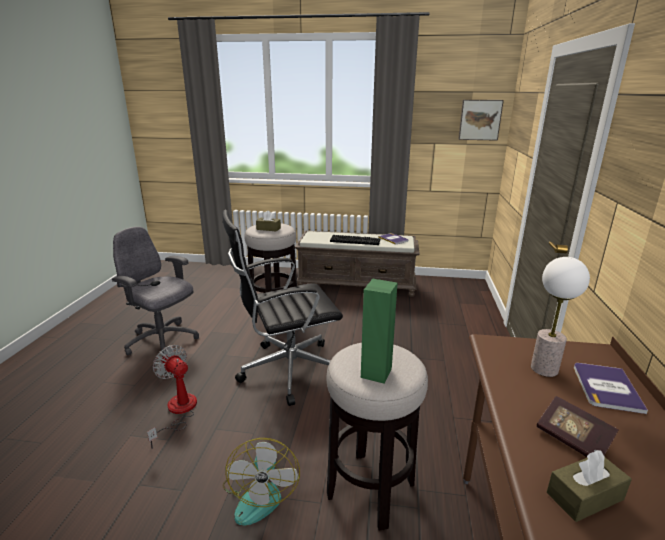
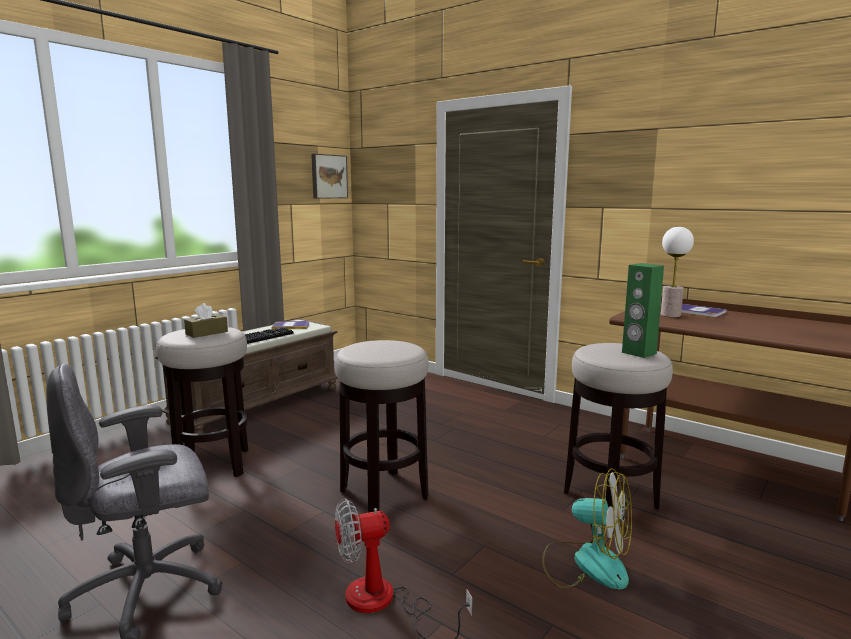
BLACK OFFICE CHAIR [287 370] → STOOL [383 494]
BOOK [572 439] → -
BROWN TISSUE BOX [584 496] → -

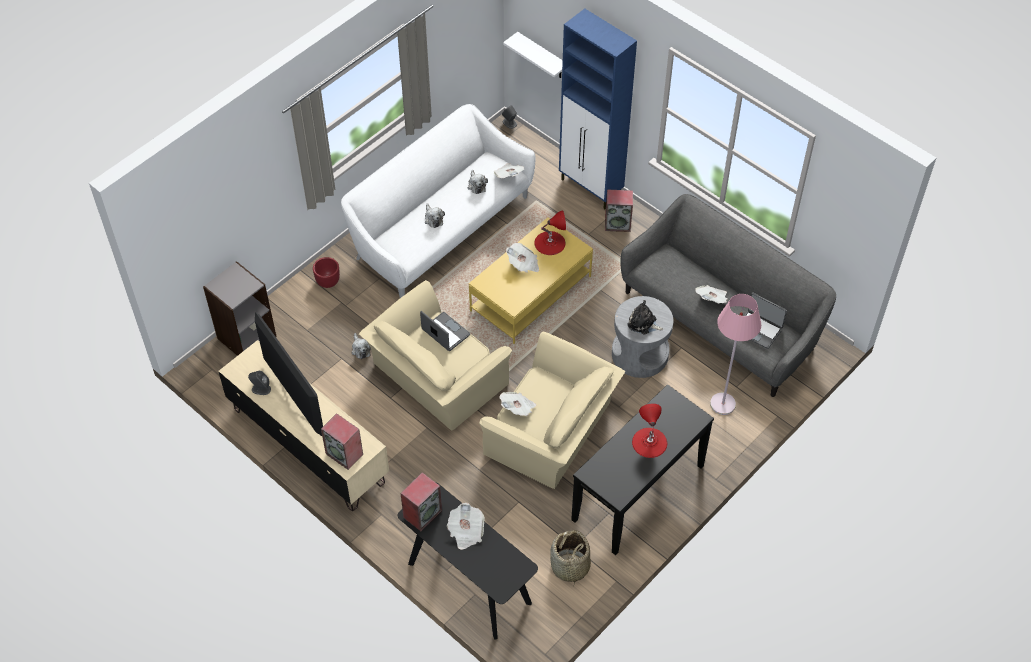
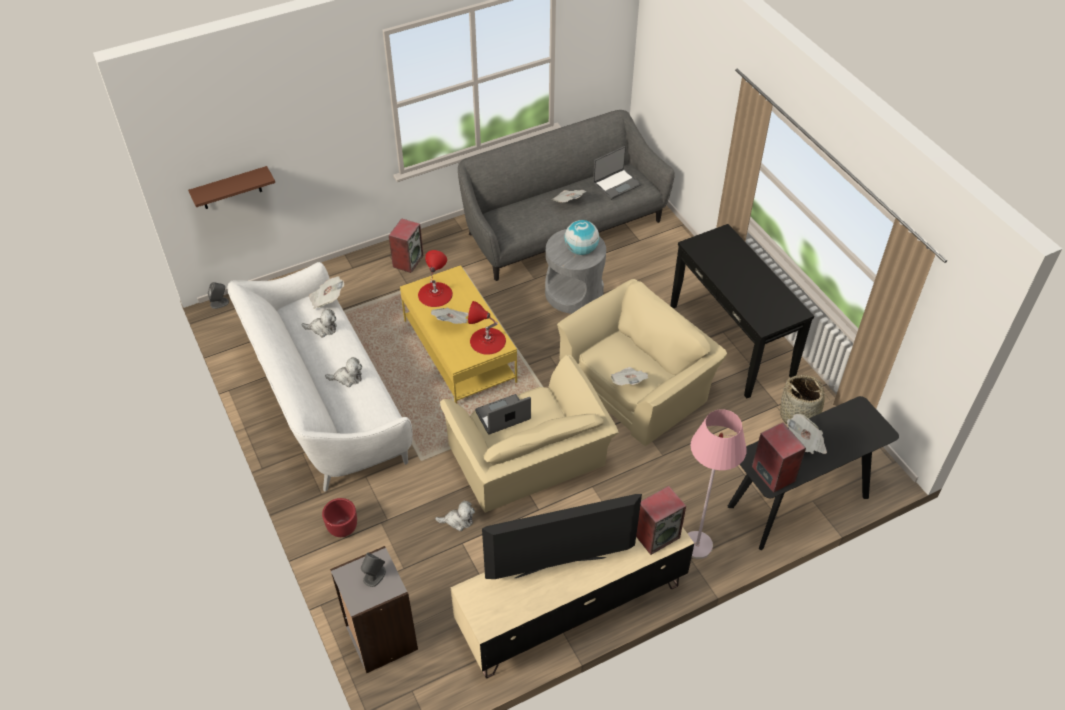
WHITE SHELF [542 56] → BROWN SHELF [231 188]
GREY SPEAKER [261 389] → GREY SPEAKER [374 576], relocated
RED TABLE LAMP [649 442] → RED TABLE LAMP [487 341], relocated
PLUSH TOY [643 323] → GLOBE [581 250]
PINK FLOOR LAMP [722 404] → PINK FLOOR LAMP [697 545], relocated
BLUE CABINET [591 188] → -

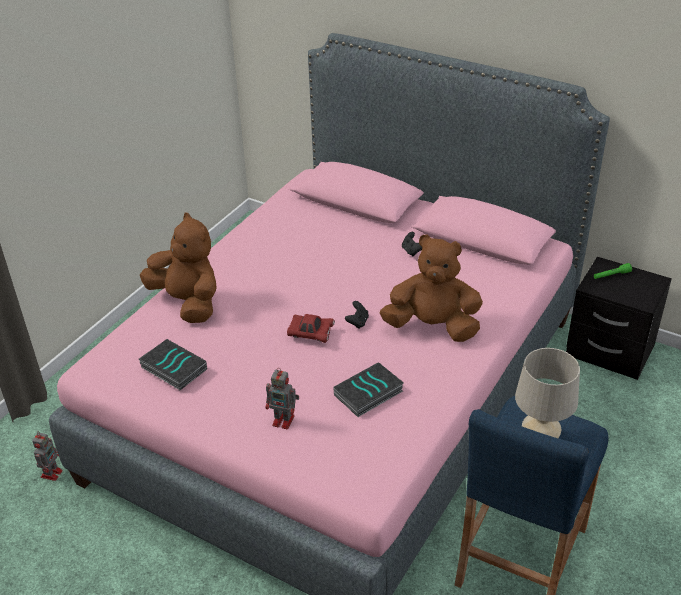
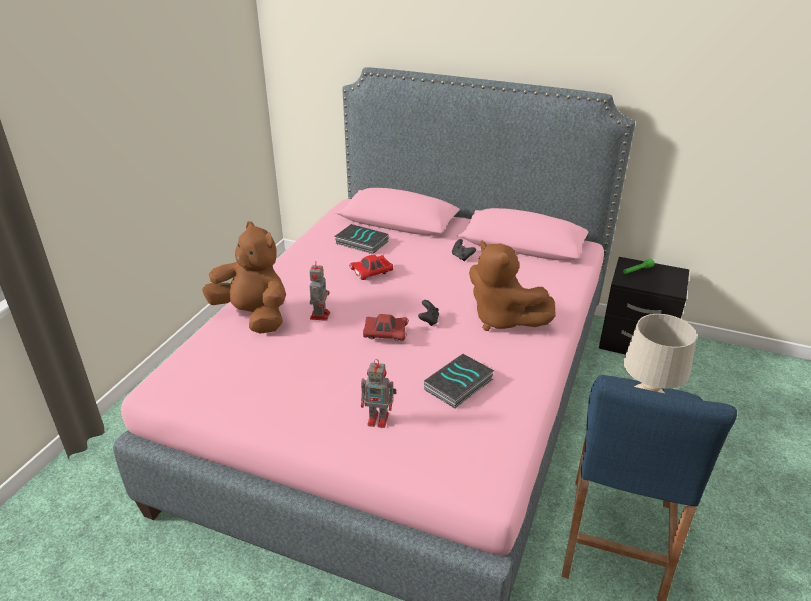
TOY ROBOT [52 473] → TOY ROBOT [320 315], relocated
BOOK [172 368] → BOOK [361 243], relocated
- → RED TOY CAR [371 273]
BROWN PLUSH TOY [432 327] → BROWN PLUSH TOY [502 319], 135 degrees counterclockwise

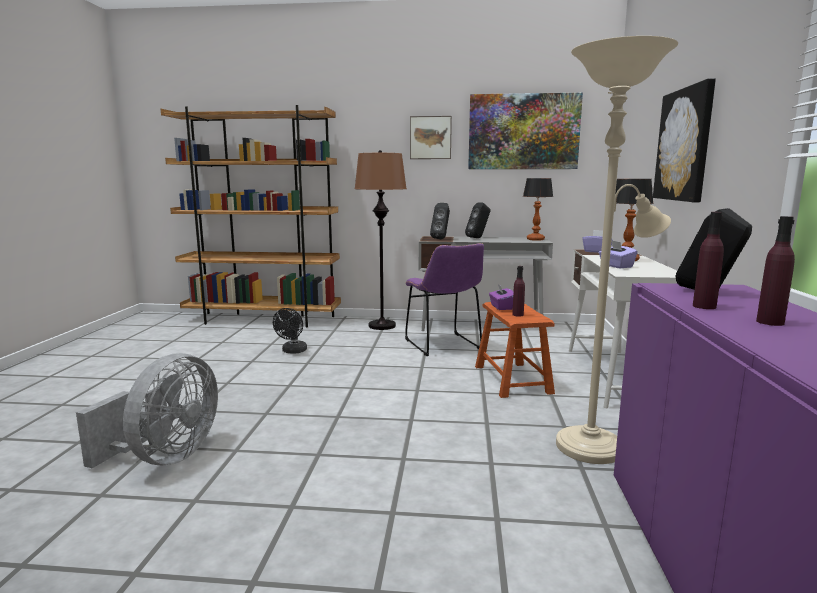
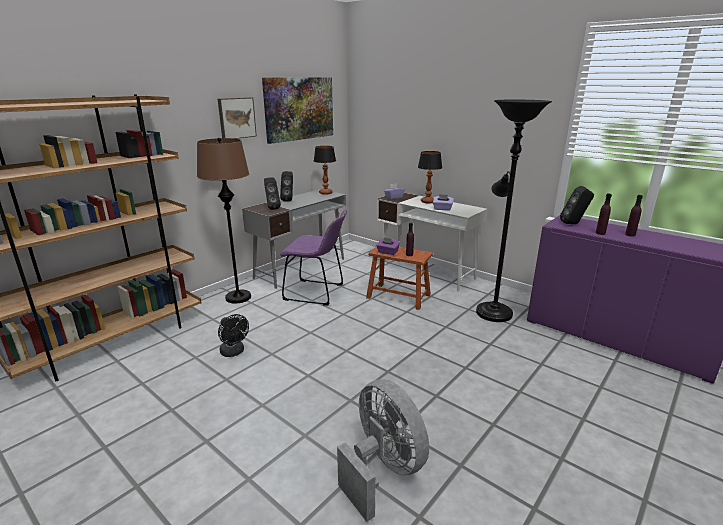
BEIGE FLOOR LAMP [595 444] → BLACK FLOOR LAMP [492 310]
PICTURE [684 145] → -

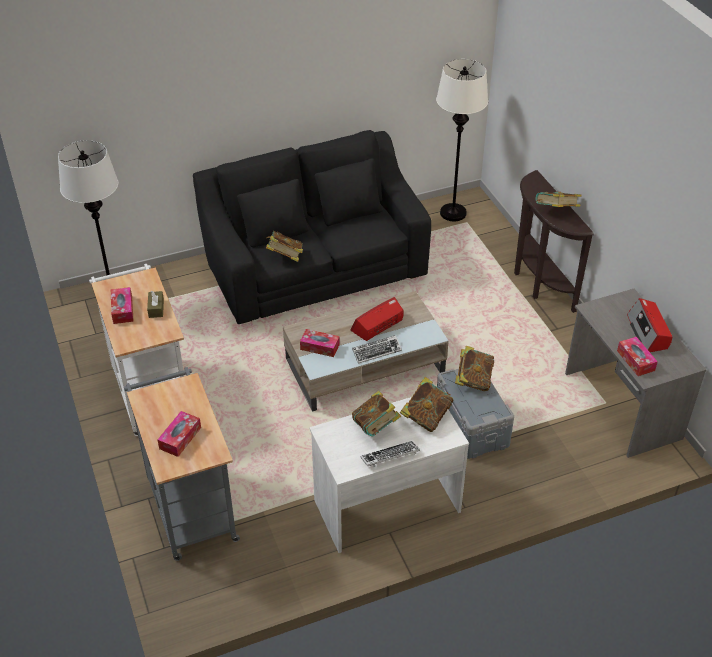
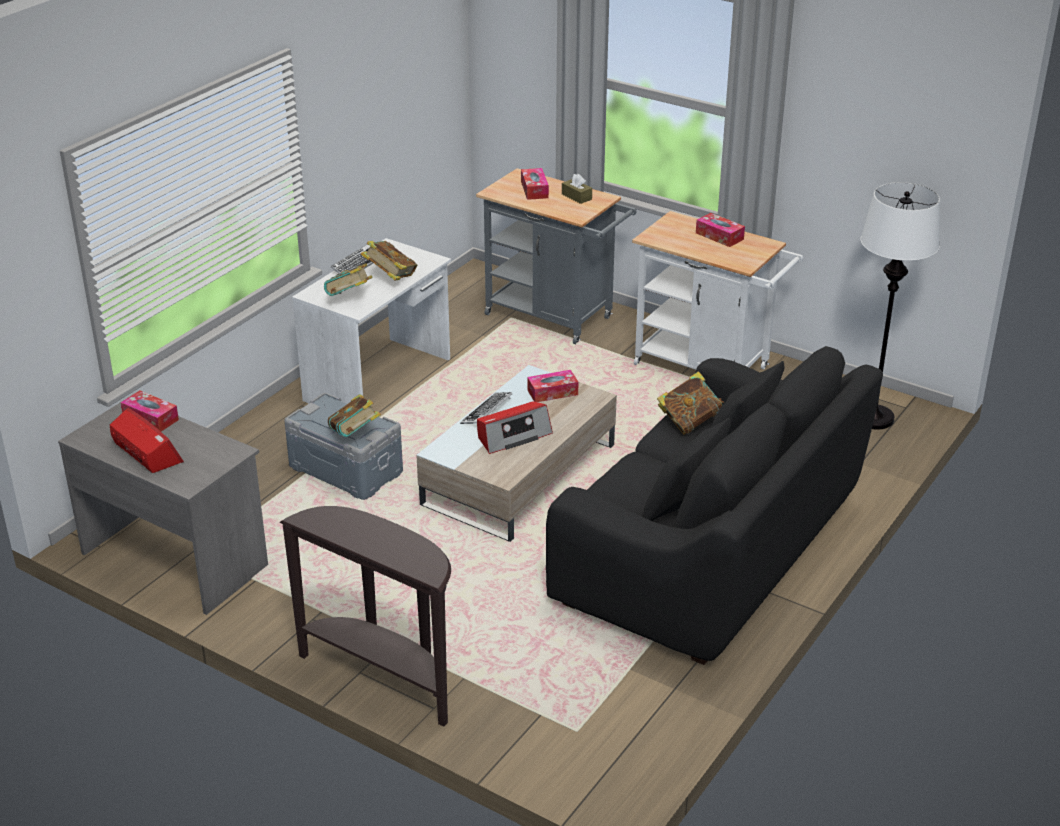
RADIO [377 325] → RADIO [513 436], 45 degrees clockwise
BROWN TISSUE BOX [156 308] → BROWN TISSUE BOX [576 197], relocated
WHITE FLOOR LAMP [453 213] → -
BOOK [555 212] → -

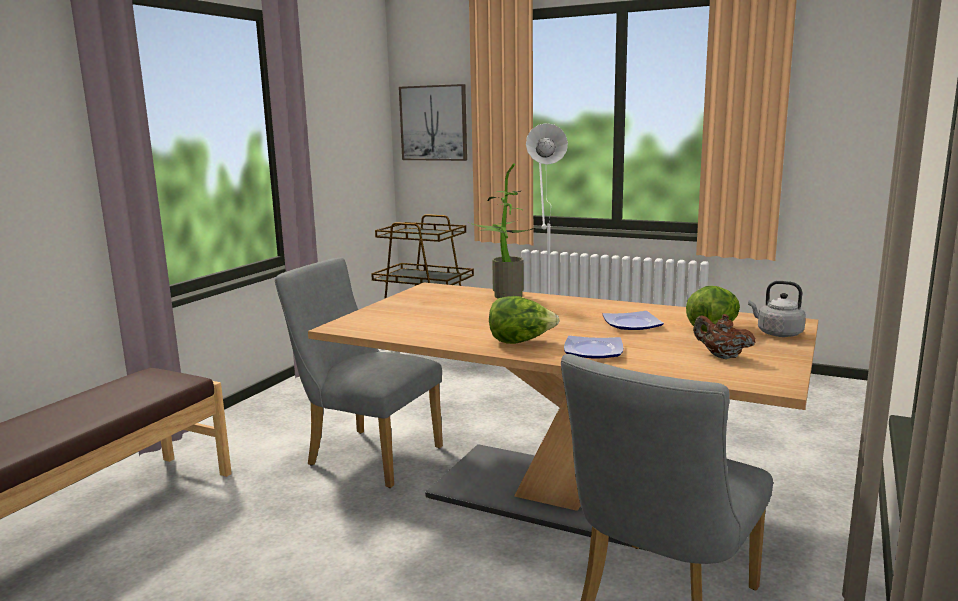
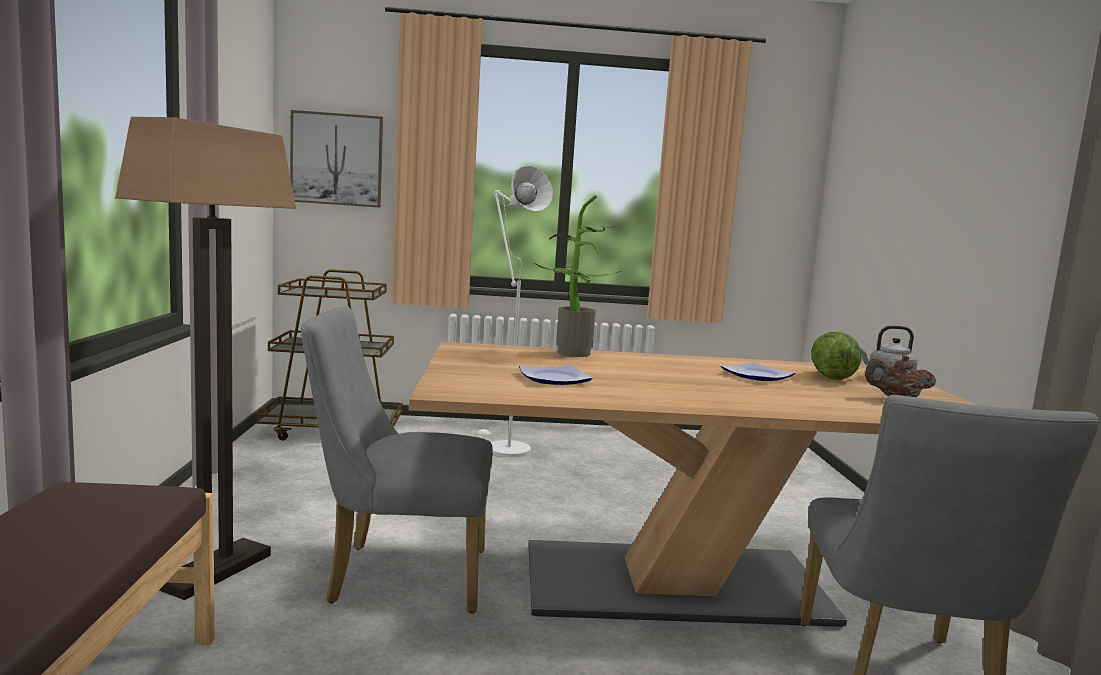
- → FLOOR LAMP [216 570]
PLATE [592 351] → PLATE [552 379], relocated
LETTUCE [521 342] → -

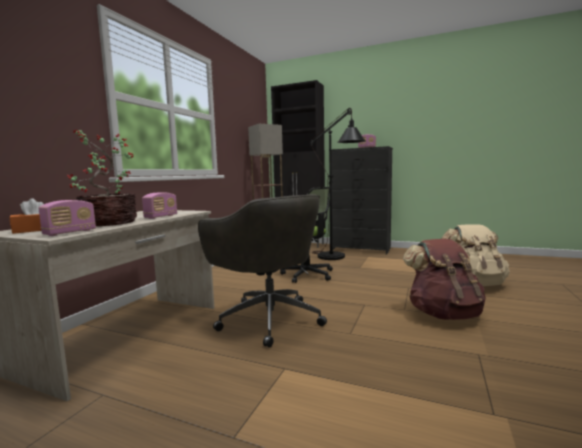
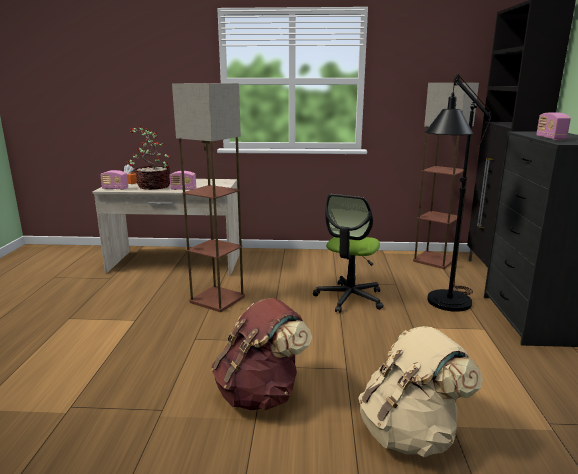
GREY OFFICE CHAIR [268 318] → FLOOR LAMP [216 299]

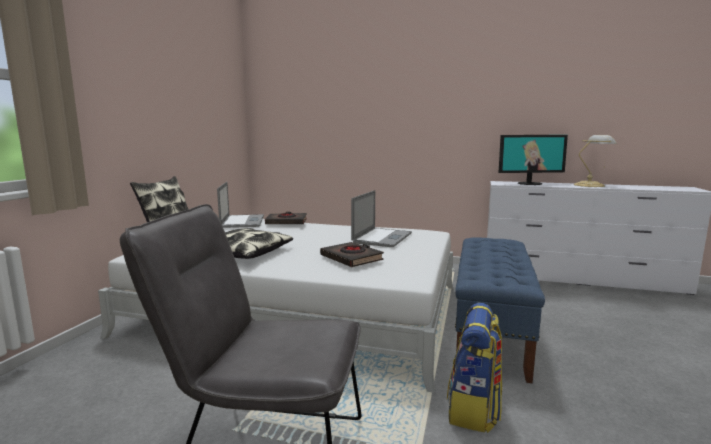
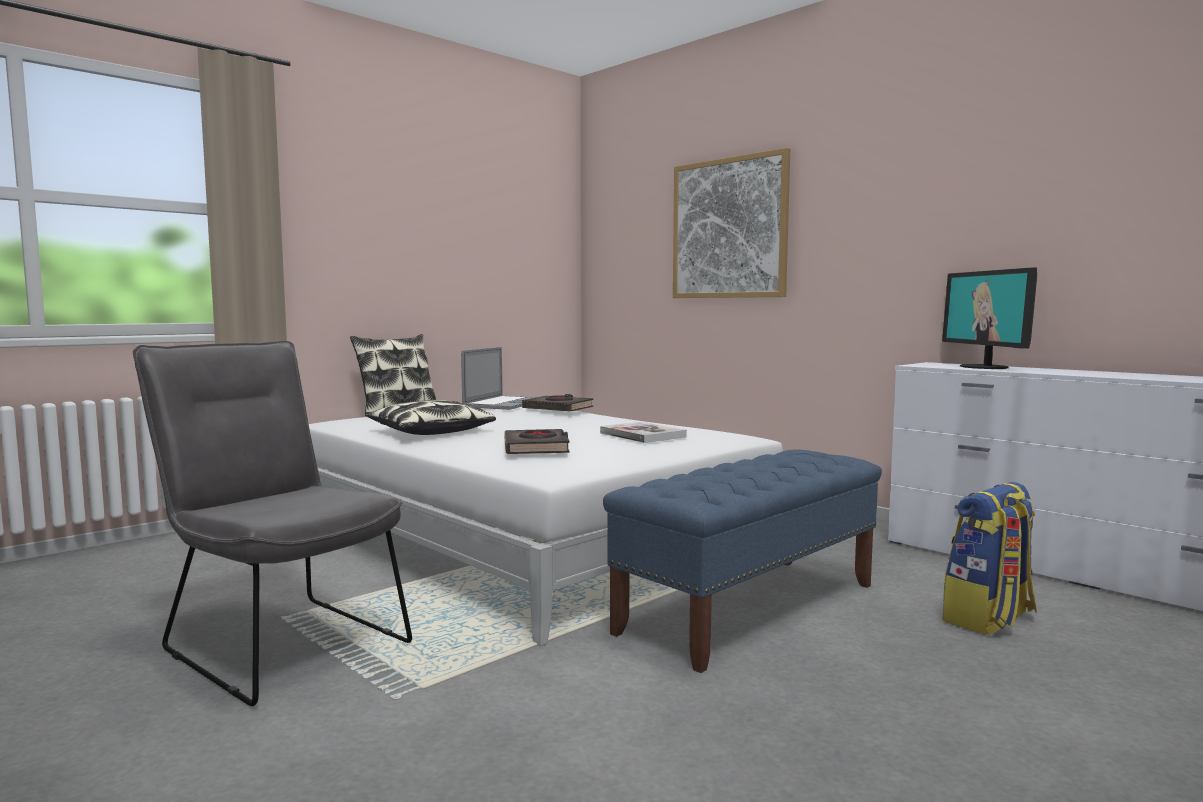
LAPTOP [382 238] → BOOK [642 435]
- → PICTURE [729 228]
MONITOR [529 183] → MONITOR [985 367], 60 degrees clockwise
BACKPACK [474 409] → BACKPACK [989 619], relocated
TABLE LAMP [590 185] → -

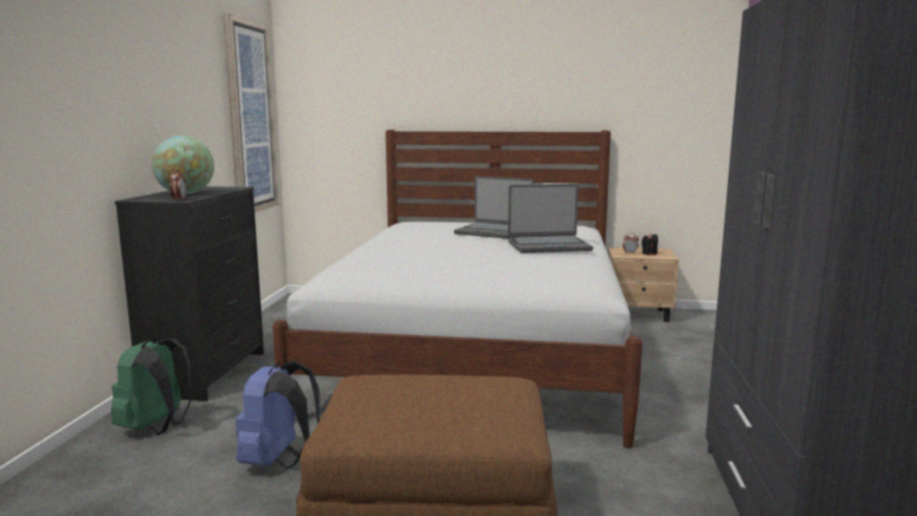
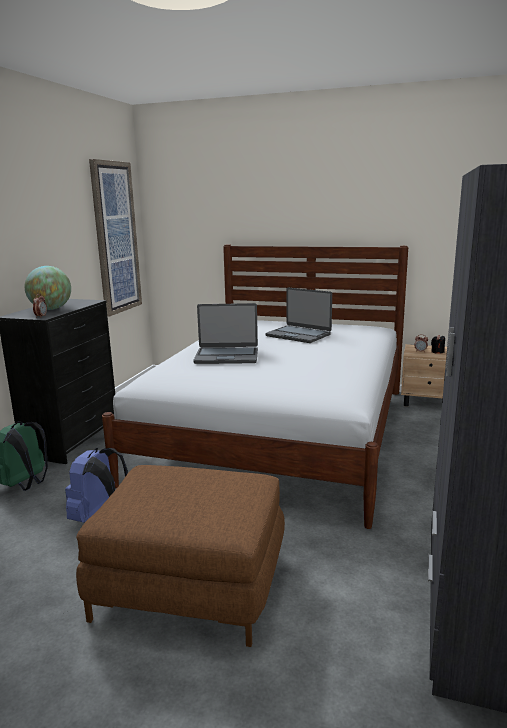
LAPTOP [548 246] → LAPTOP [226 356], relocated

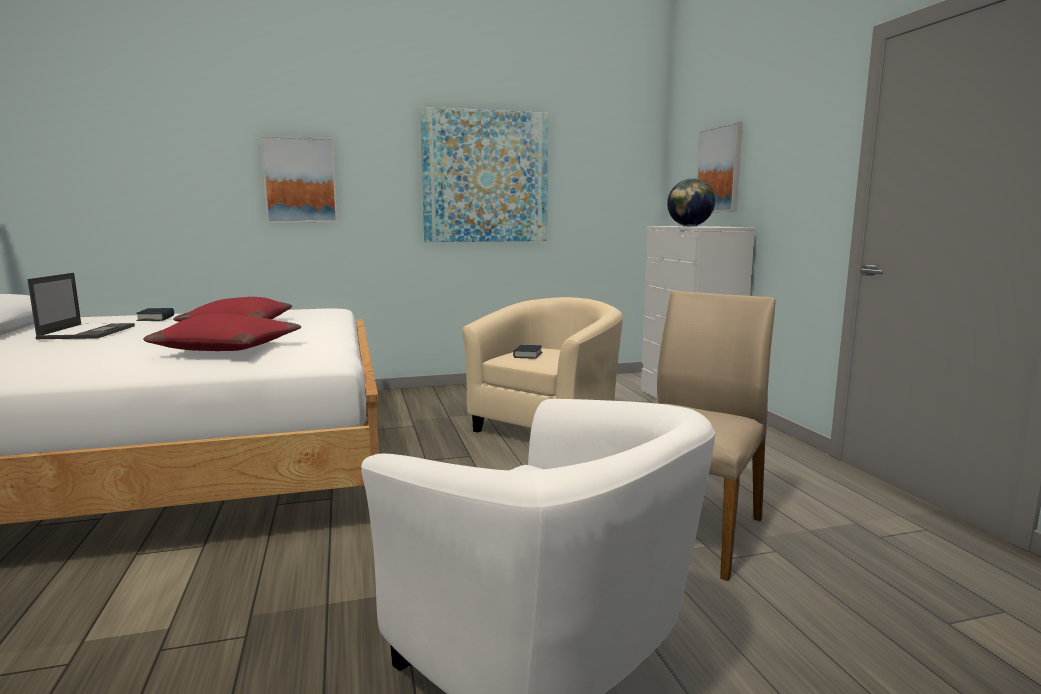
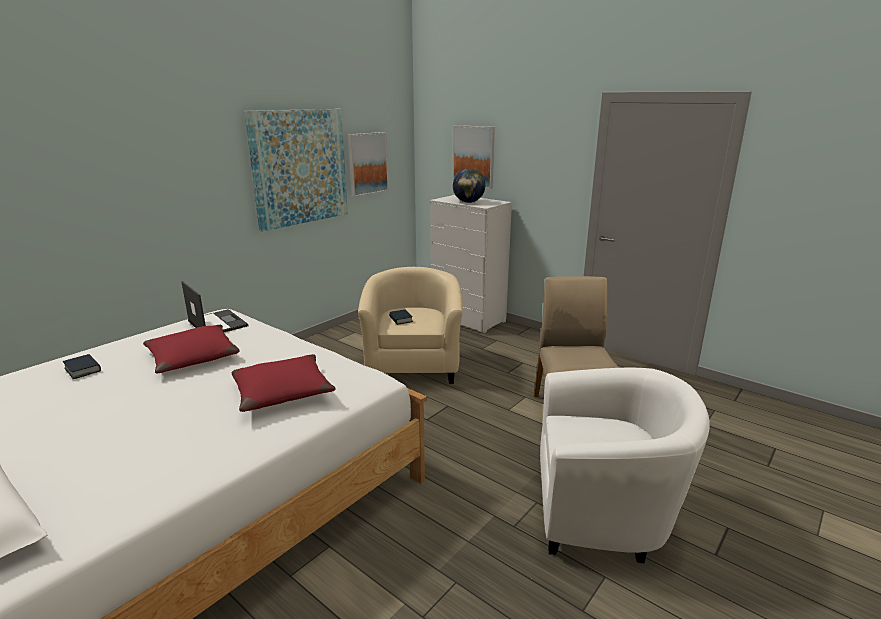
LAPTOP [88 332] → LAPTOP [217 323], relocated
PICTURE [300 180] → PICTURE [367 163], relocated

